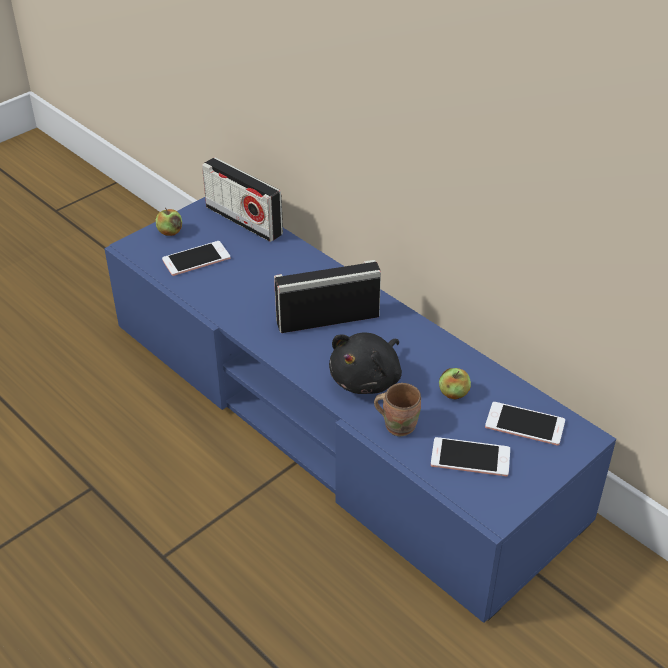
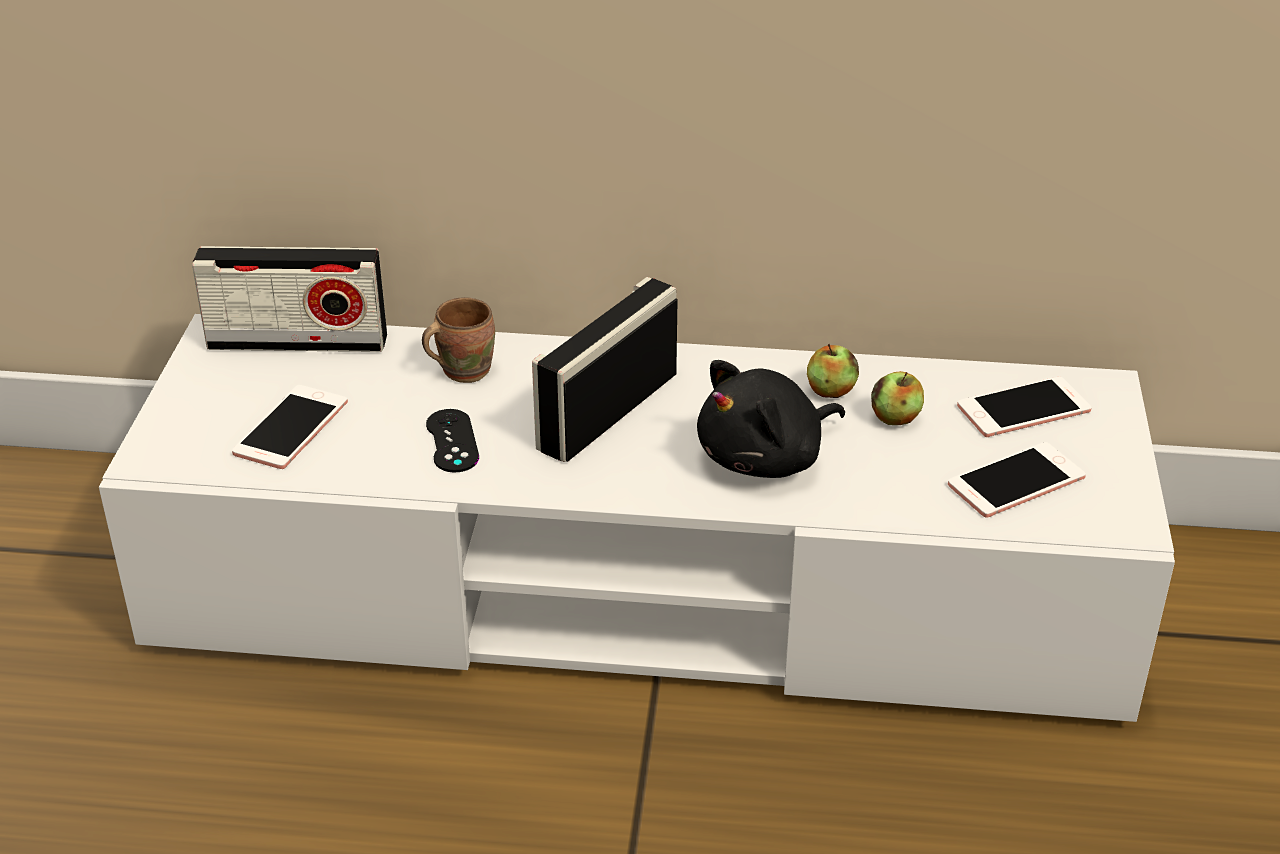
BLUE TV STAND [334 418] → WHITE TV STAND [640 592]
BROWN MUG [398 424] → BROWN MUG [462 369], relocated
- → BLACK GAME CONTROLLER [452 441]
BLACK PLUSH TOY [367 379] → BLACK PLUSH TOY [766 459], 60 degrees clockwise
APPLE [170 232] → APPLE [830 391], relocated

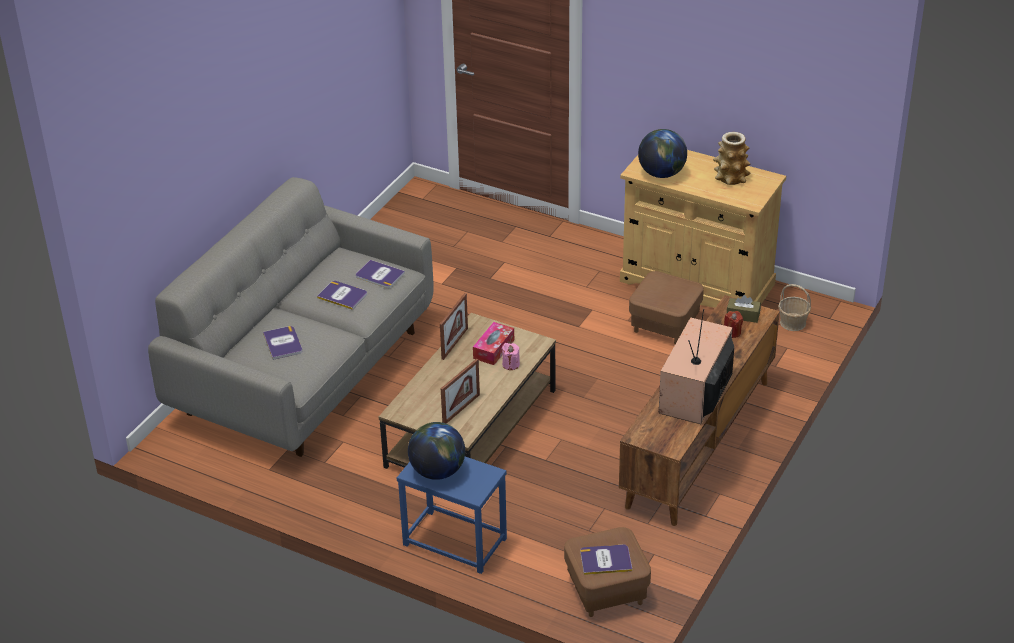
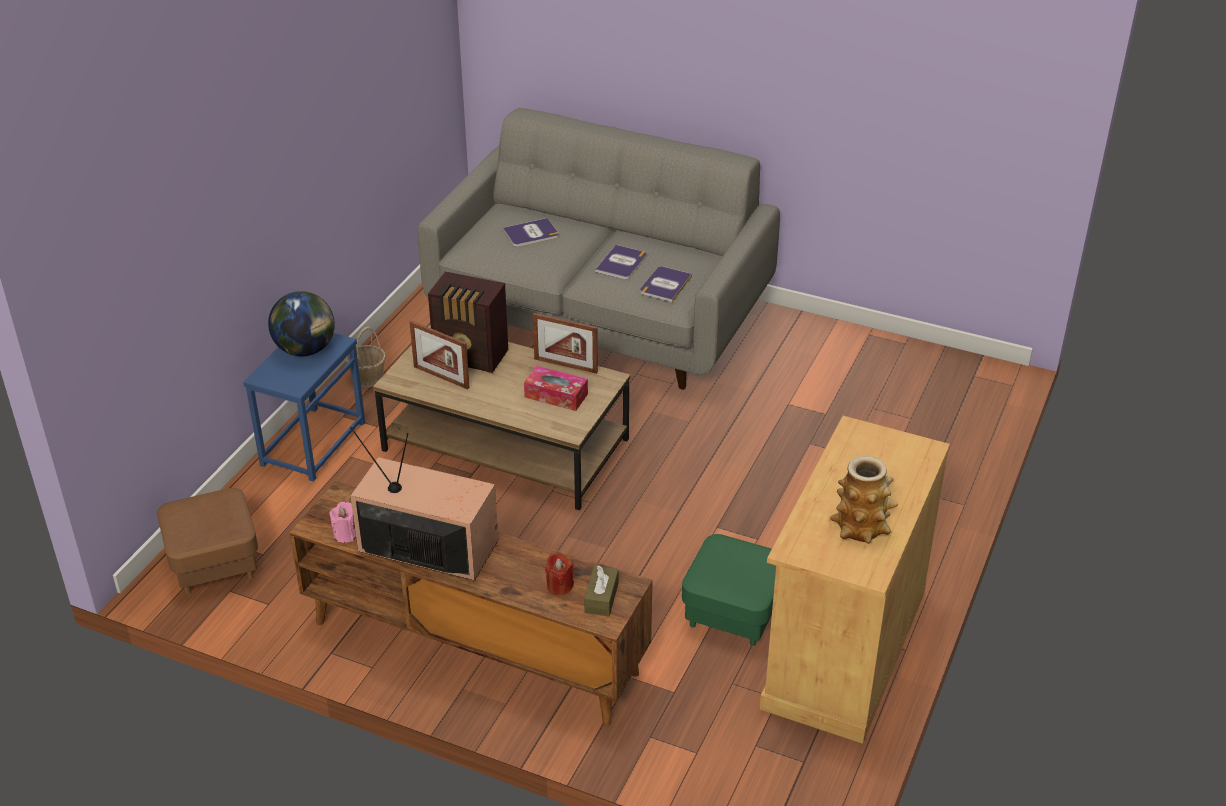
PINK CANDLE [511 364] → PINK CANDLE [345 534], relocated
BASKET [793 323] → BASKET [367 377], relocated
- → RADIO [472 357]
BROWN OTTOMAN [665 325] → GREEN OTTOMAN [733 613]
BOOK [605 560] → -
GLOBE [662 173] → -

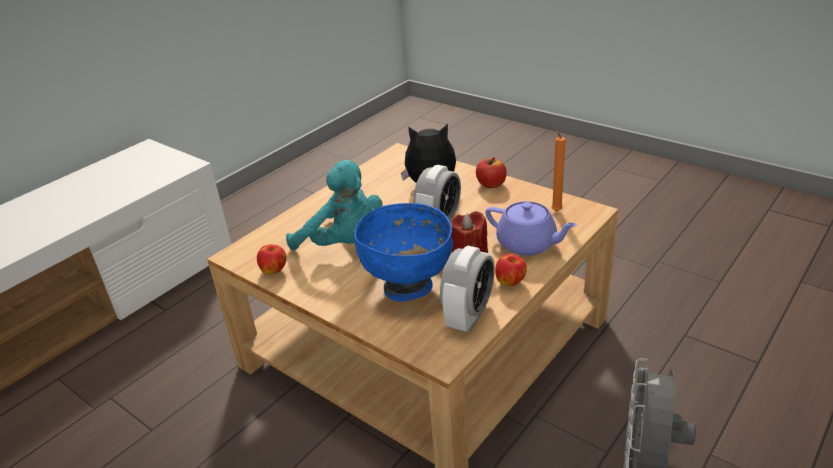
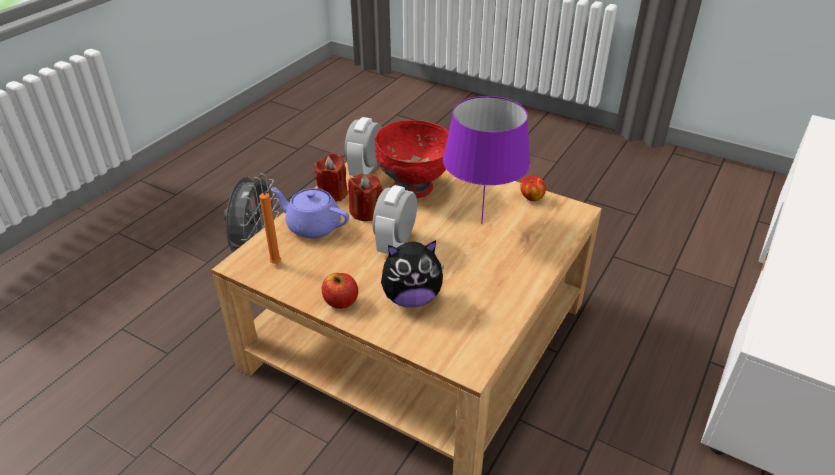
APPLE [510 282] → RED CANDLE [333 194]
BLUE BOWL [408 287] → RED BOWL [413 188]
TURQUOISE PLUSH TOY [345 244] → PURPLE TABLE LAMP [481 222]

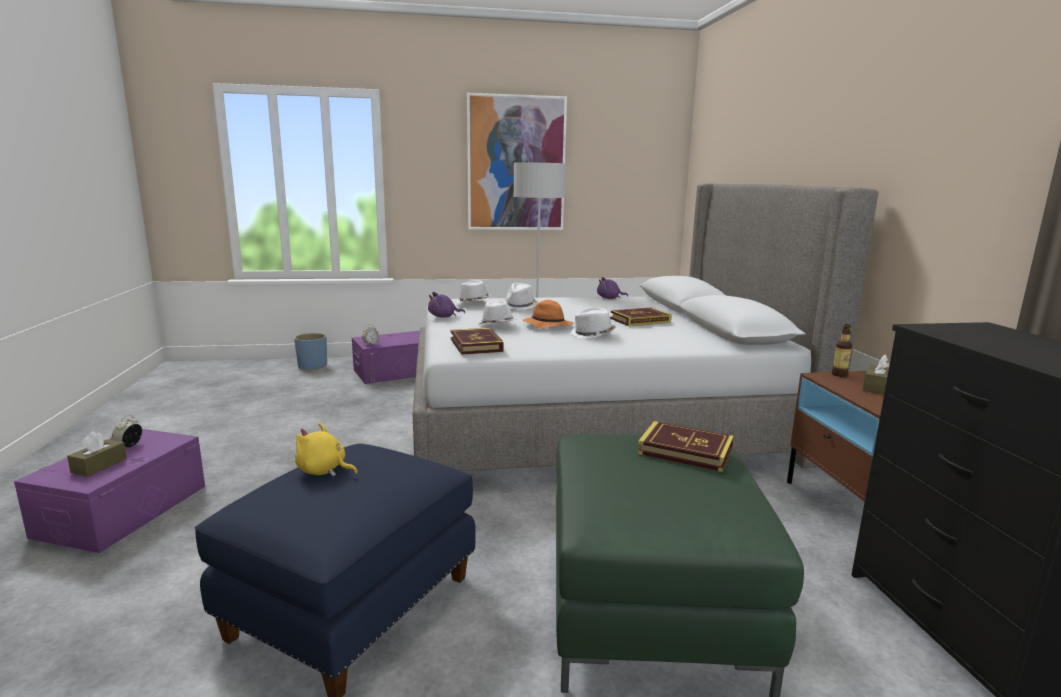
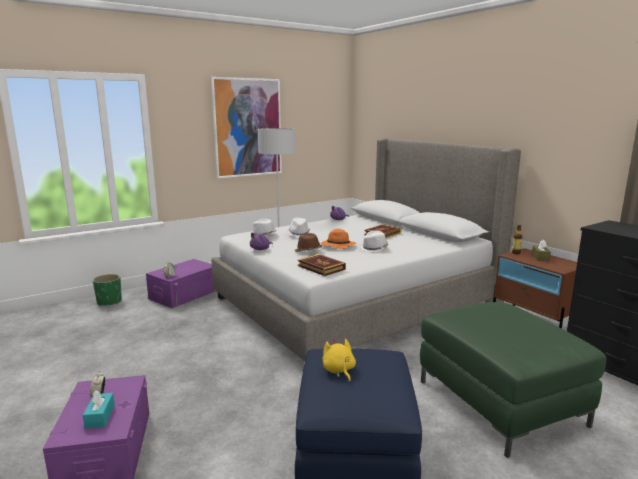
BROWN TISSUE BOX [99 465] → TURQUOISE TISSUE BOX [100 416]
BLUE PLANTER [312 366] → GREEN PLANTER [109 302]
WHITE HAT [497 326] → BROWN HAT [308 251]
YELLOW PLUSH TOY [324 471] → YELLOW PLUSH TOY [339 370], 75 degrees clockwise
BOOK [685 451] → -

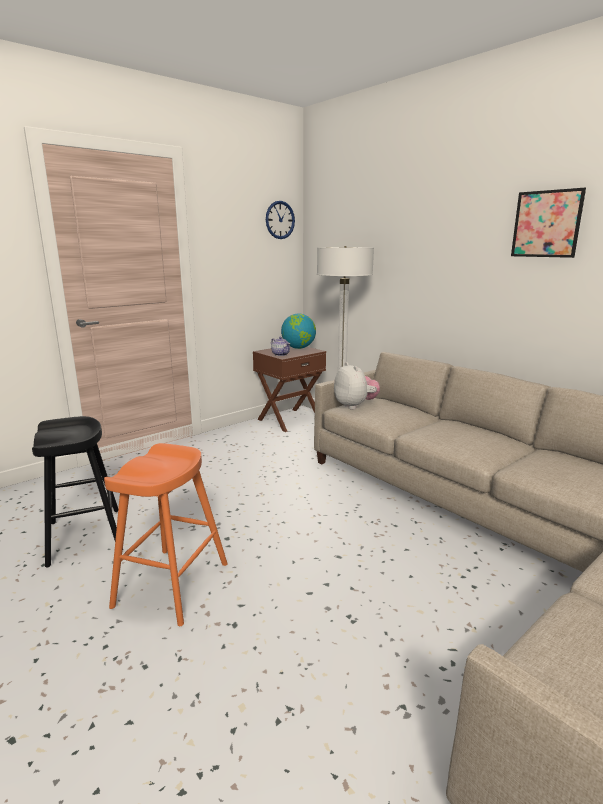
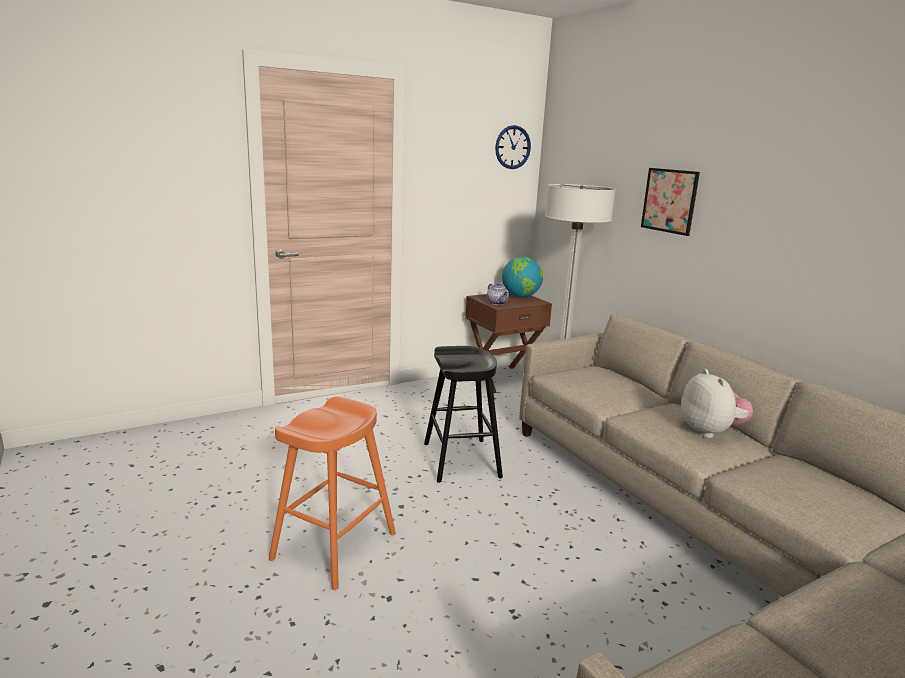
BLACK STOOL [85 536] → BLACK STOOL [461 460], relocated
PICTURE [546 224] → PICTURE [669 201], relocated
PLUSH TOY [355 406] → PLUSH TOY [710 432], relocated

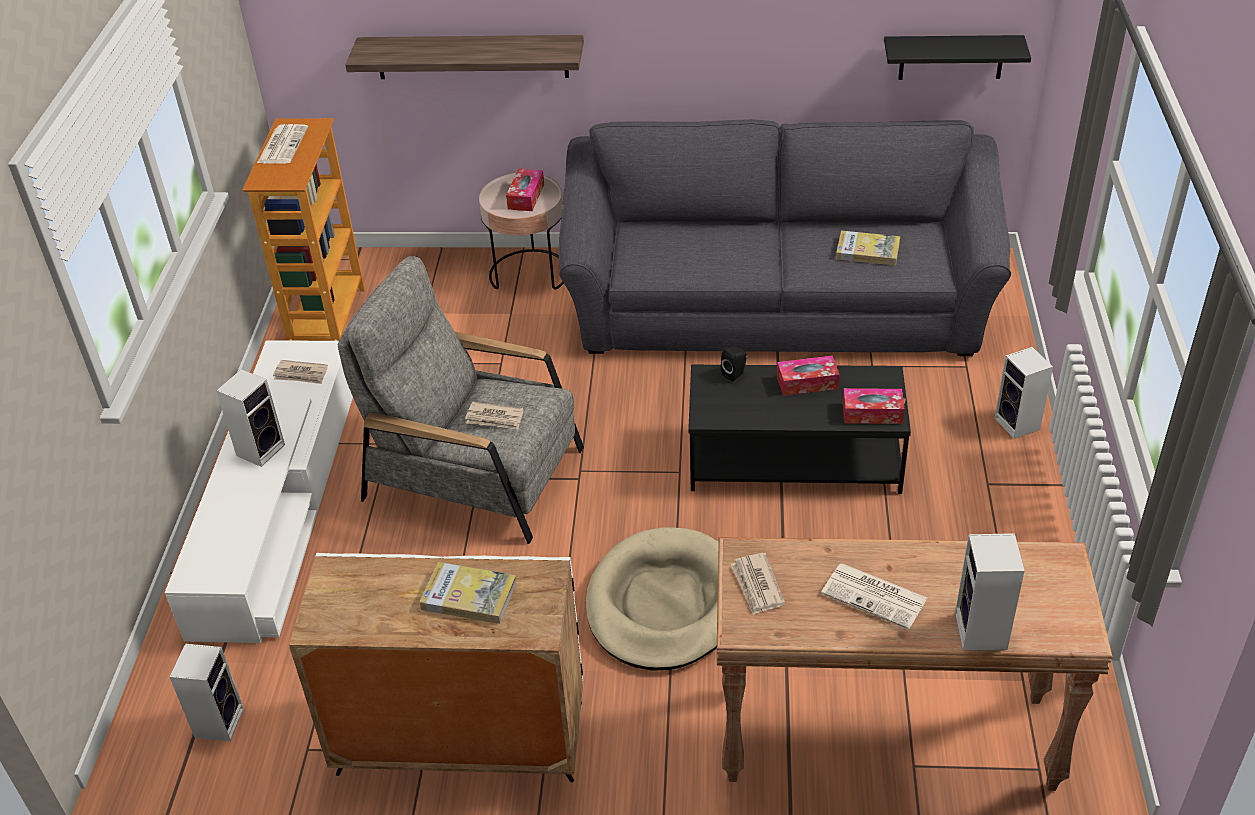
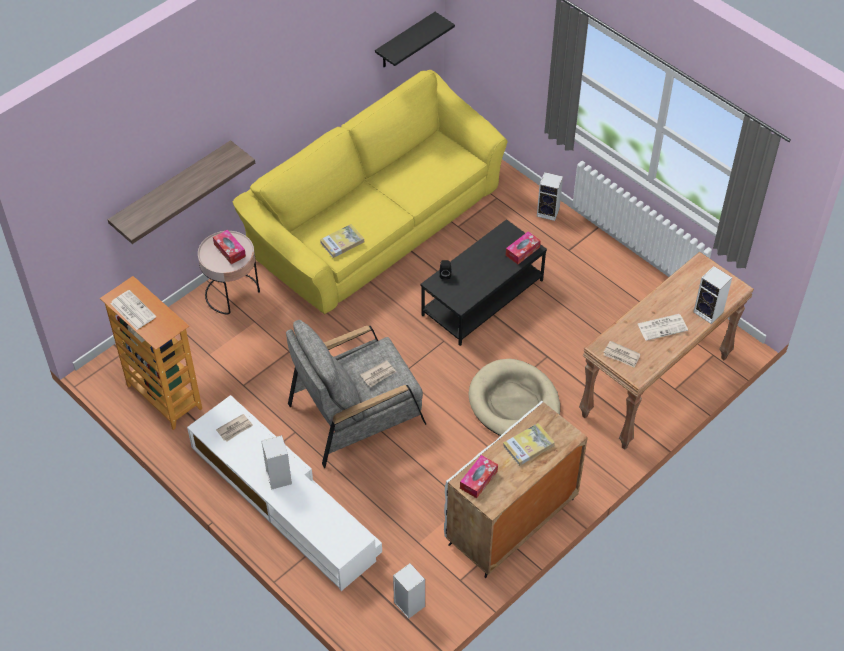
GREY SOFA [777 303] → YELLOW SOFA [376 222]
BOOK [867 251] → BOOK [342 242], relocated
TISSUE BOX [807 382] → TISSUE BOX [478 480], relocated

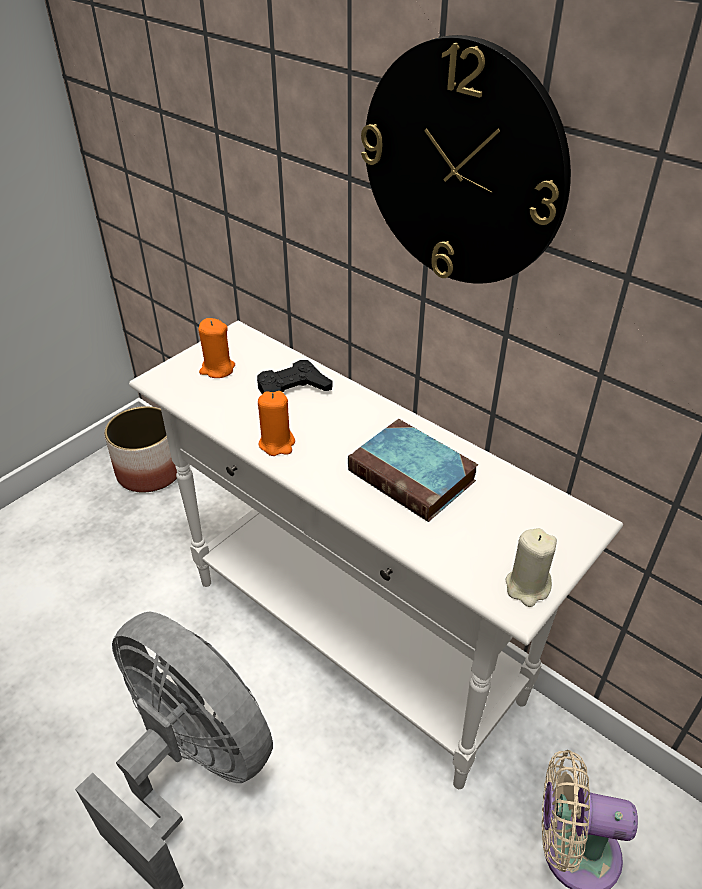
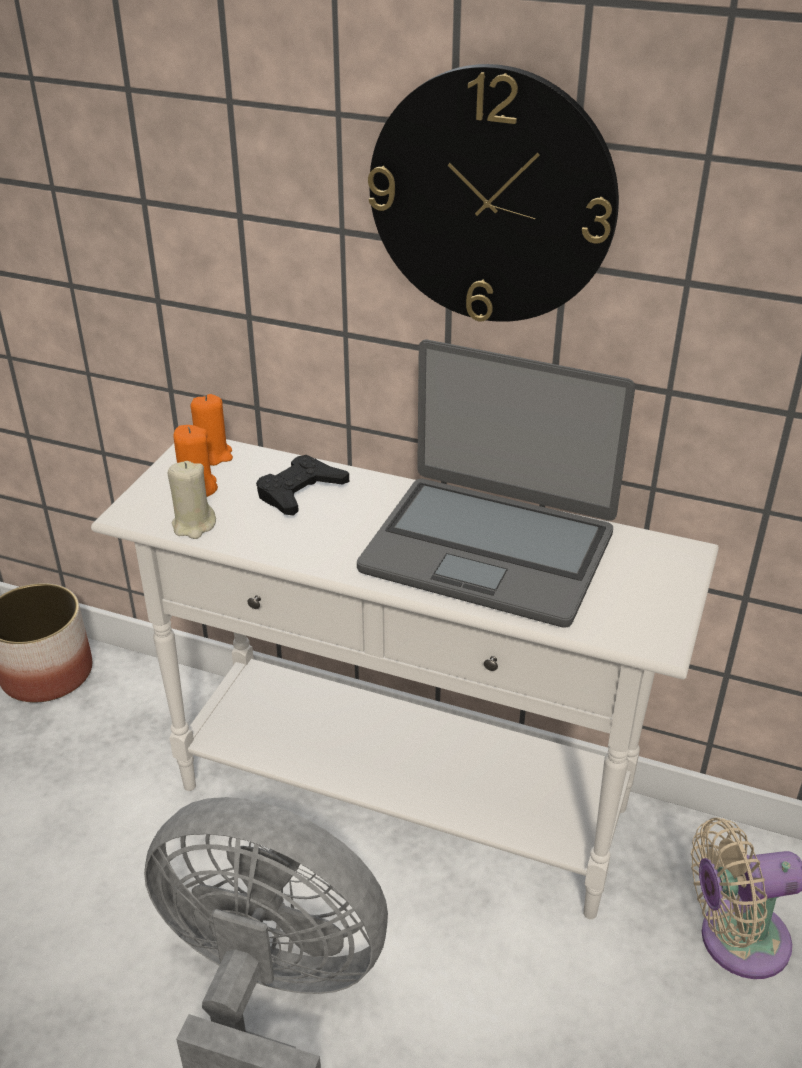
BEIGE CANDLE [527 587] → BEIGE CANDLE [193 525], relocated
ORANGE CANDLE [277 443] → ORANGE CANDLE [213 454], relocated
BOOK [414 476] → LAPTOP [489 550]

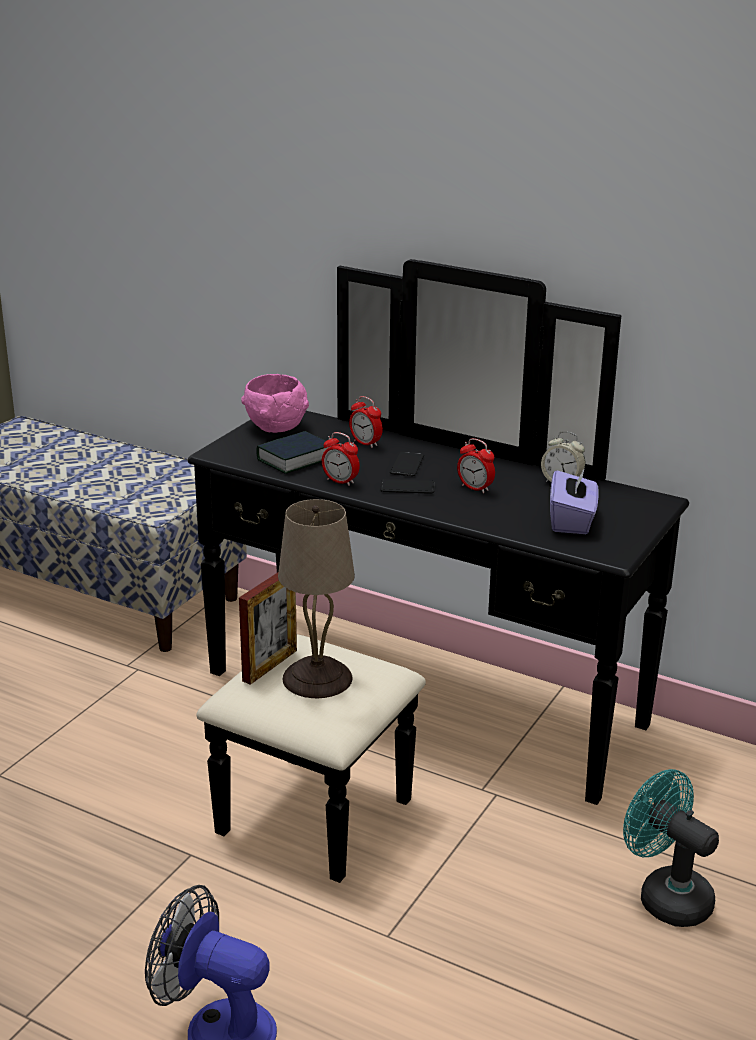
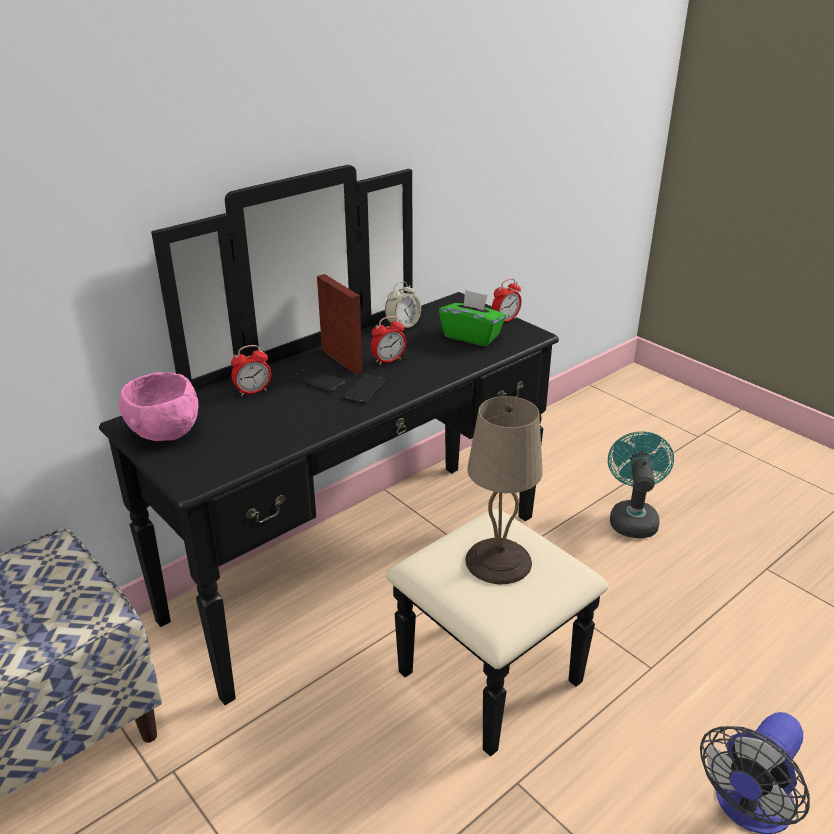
PICTURE FRAME [270 665] → PICTURE FRAME [341 360], relocated
PURPLE TISSUE BOX [572 521] → GREEN TISSUE BOX [471 336]
ALARM CLOCK [340 481] → ALARM CLOCK [505 320], relocated
TURQUOISE FAN [665 896] → TURQUOISE FAN [632 518], 120 degrees clockwise
BOOK [294 459] → -

